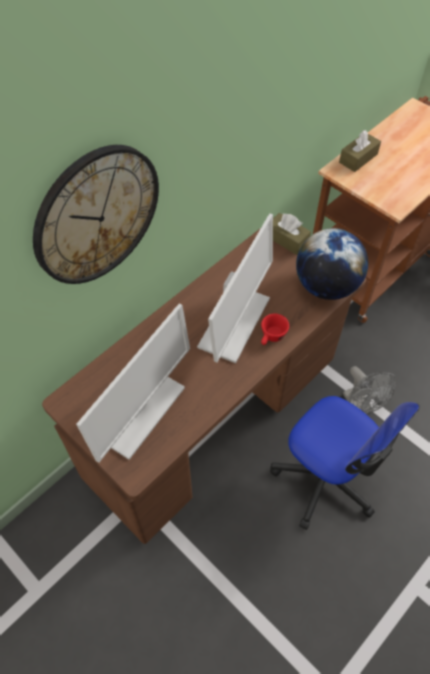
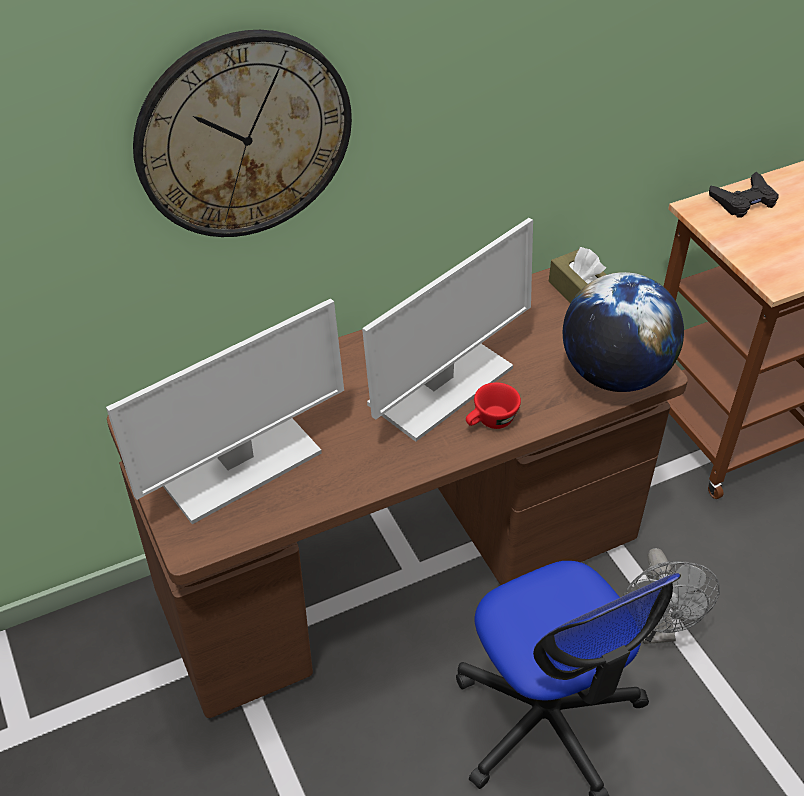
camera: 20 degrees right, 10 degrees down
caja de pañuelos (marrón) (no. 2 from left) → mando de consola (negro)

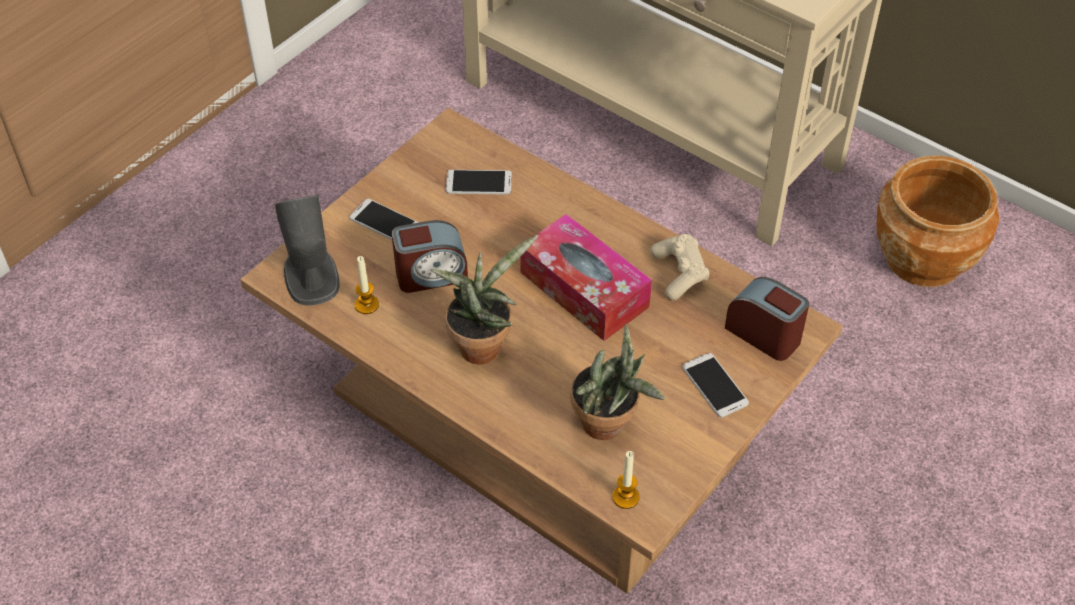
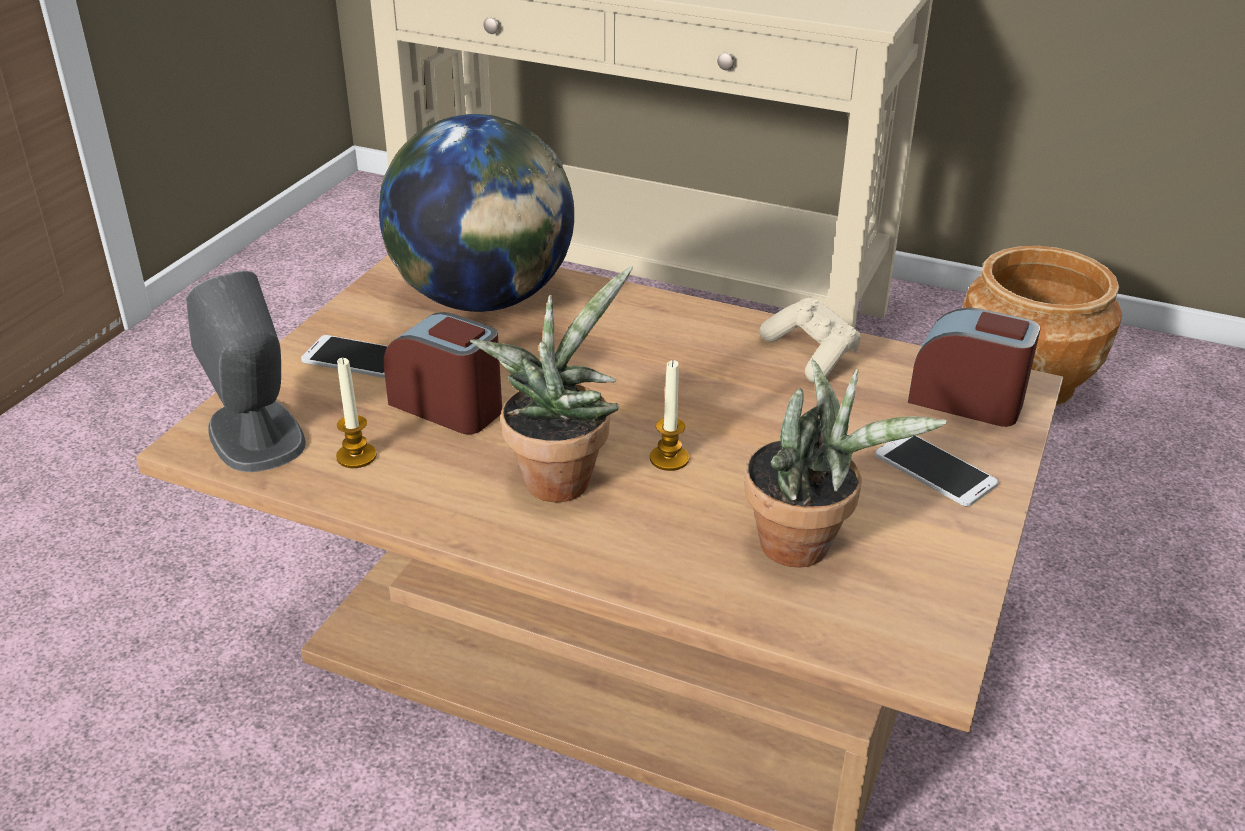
camera: 15 degrees left, 15 degrees down
móvil (no. 2 from left) → globo terráqueo
despertador (no. 1 from left), 120 degrees counterclockwise
vela (no. 2 from left), shifted
caja de pañuelos → -

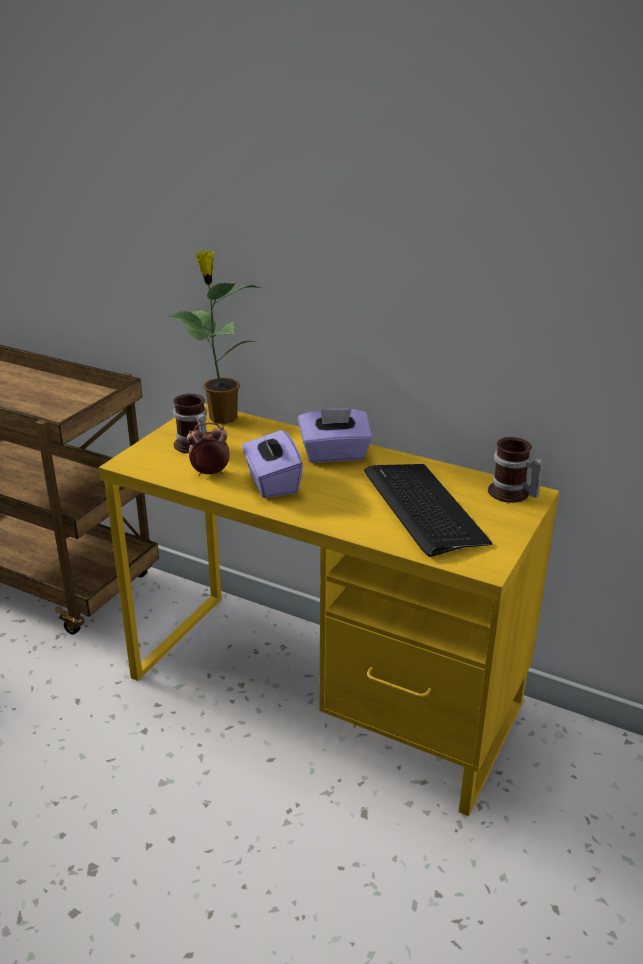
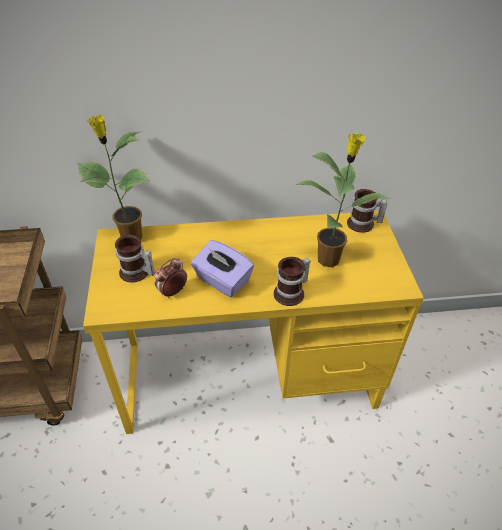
camera: 35 degrees left, 15 degrees up
- → taza grande (no. 2 from left)
teclado → planta en maceta (no. 2 from left)
caja de pañuelos (morado) (no. 2 from left) → -

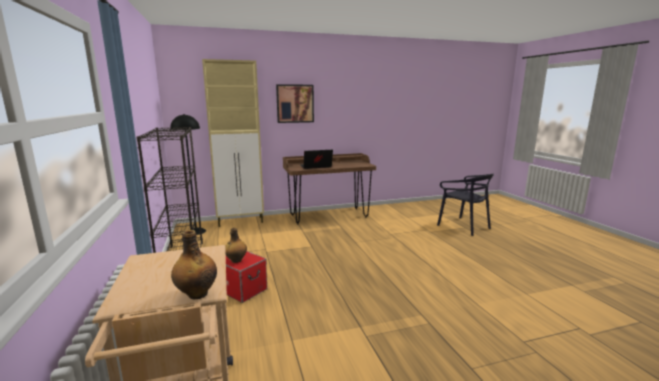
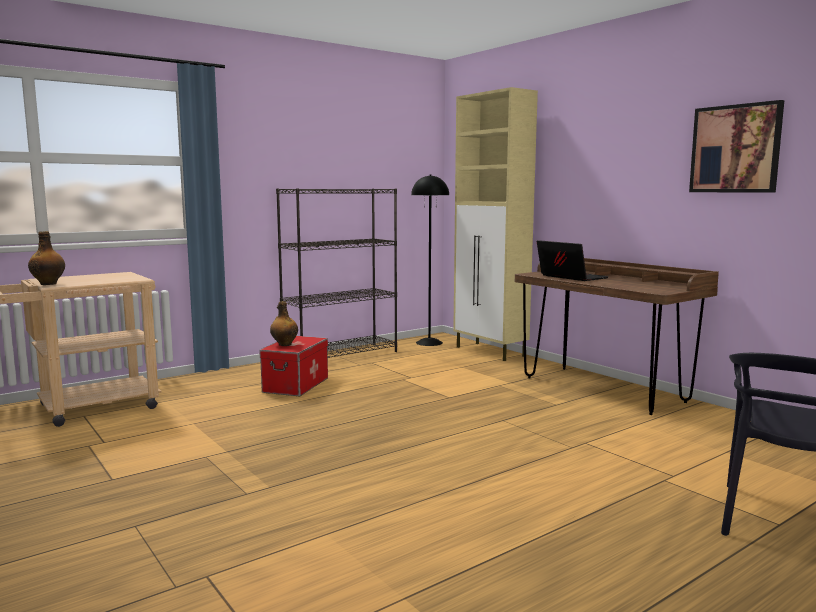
camera: 70 degrees right, 5 degrees down
cuadro, shifted

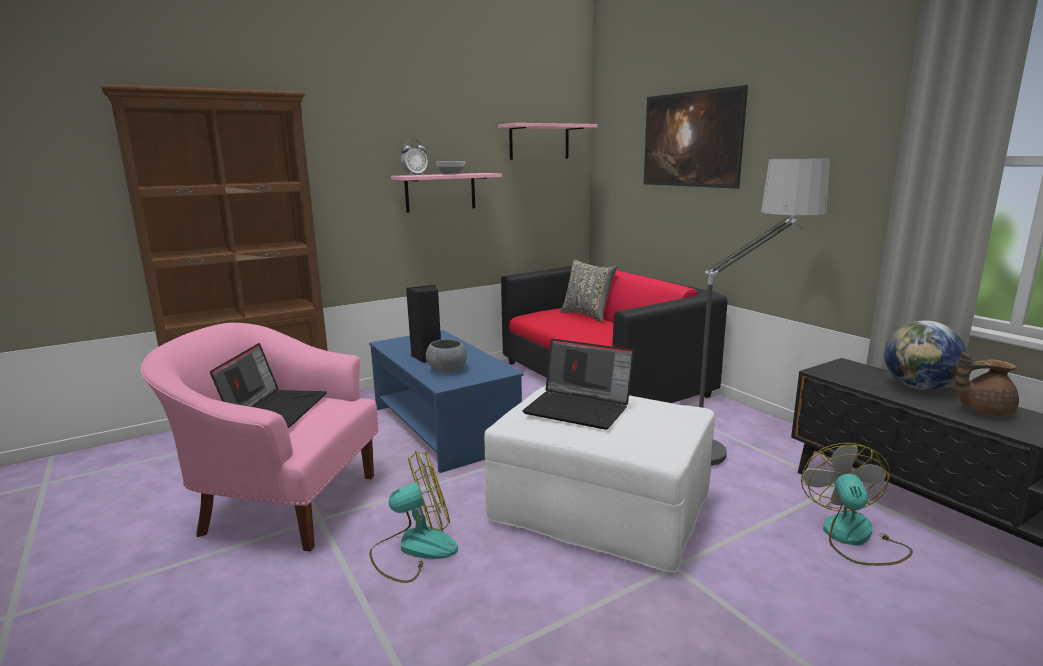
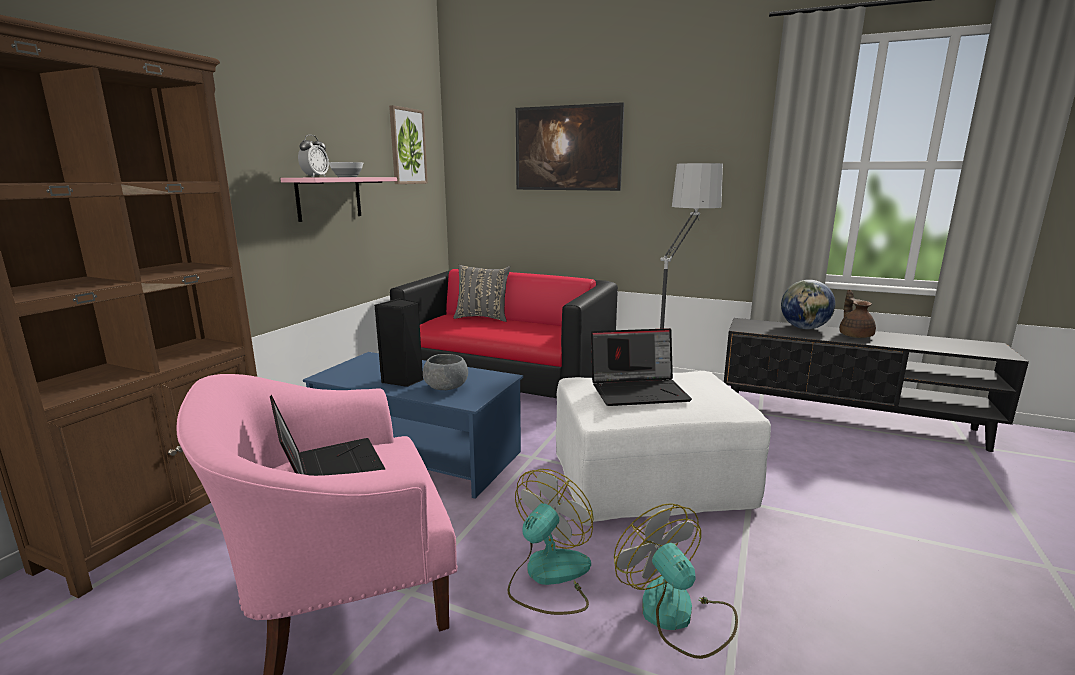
camera: 35 degrees left, 0 degrees up
estante (rosa) (no. 2 from left) → cuadro (no. 1 from left)
ventilador (no. 2 from left), shifted
tetera (marrón), 120 degrees clockwise

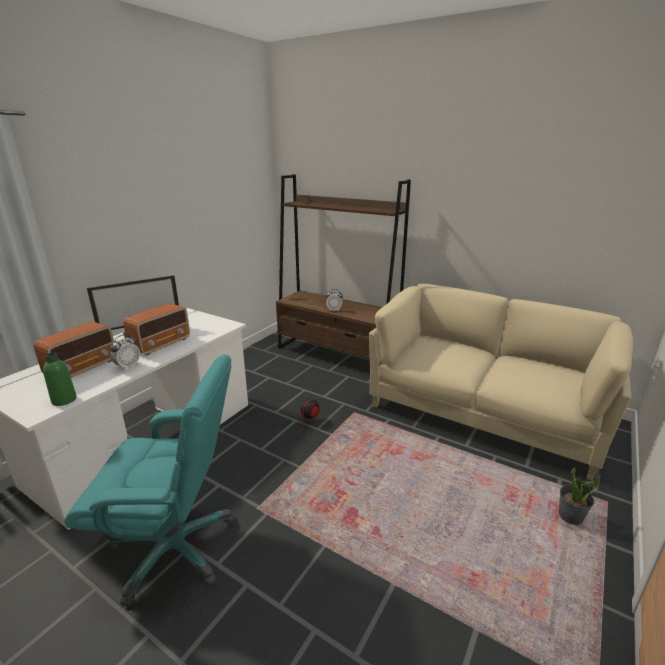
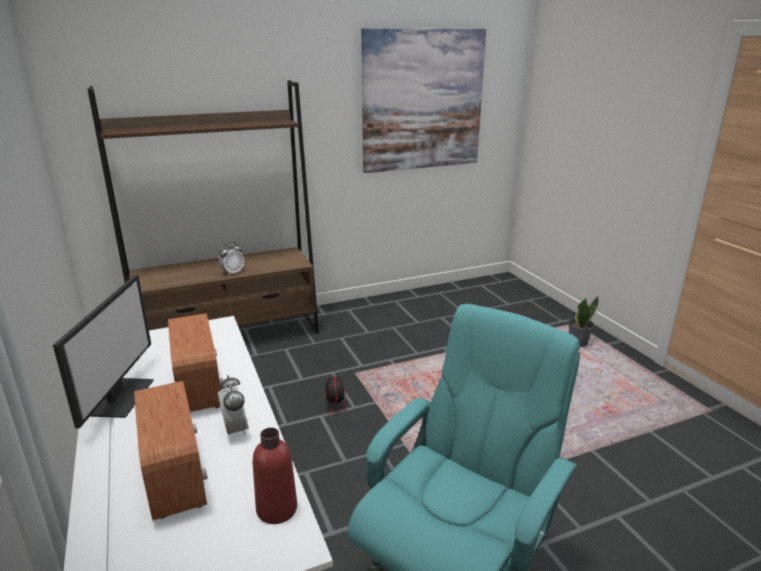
camera: 55 degrees left, 0 degrees up
botella (verde) → botella (rojo)
- → cuadro
sofá (beis) → -

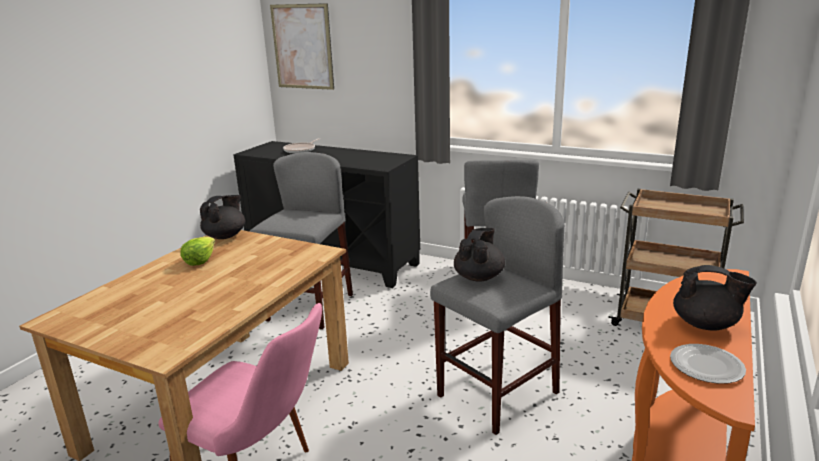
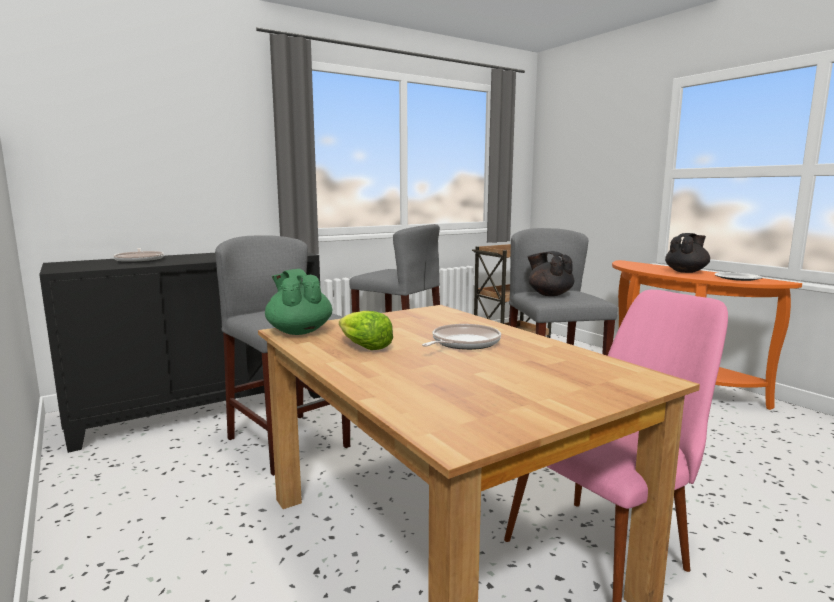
camera: 60 degrees left, 10 degrees down
tetera (negro) (no. 1 from left) → tetera (verde)
- → sartén (no. 2 from left)
cuadro → -

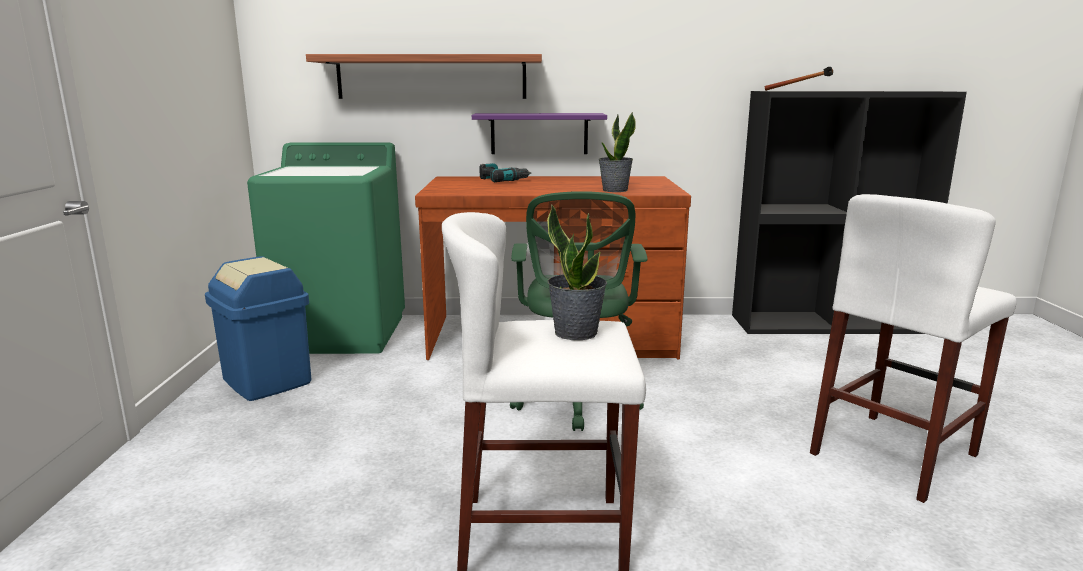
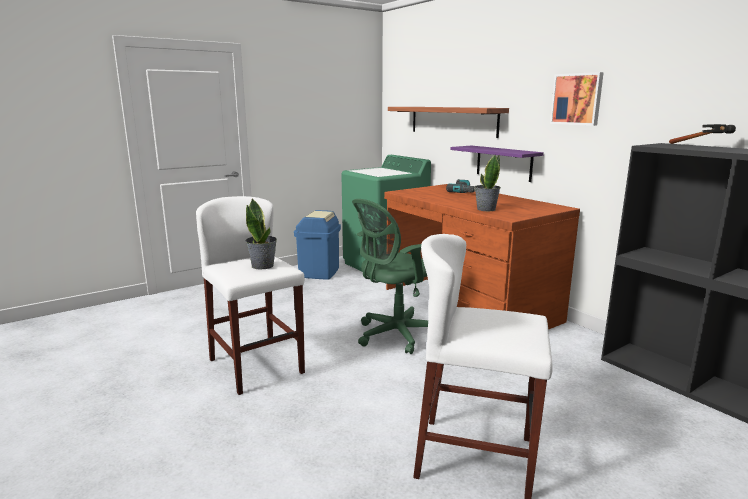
camera: 55 degrees right, 0 degrees up
- → cuadro

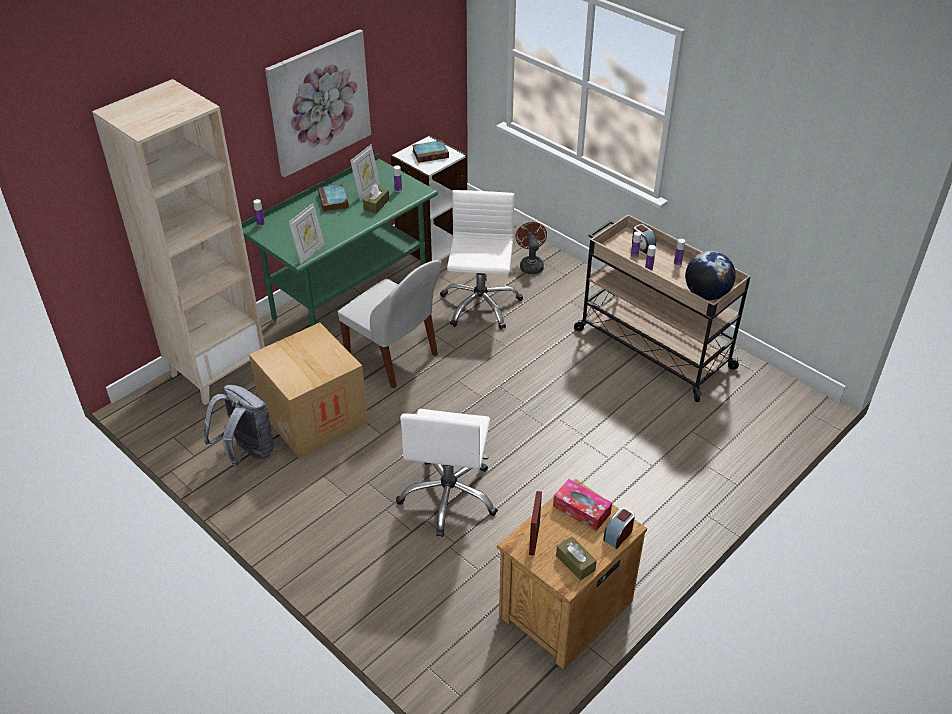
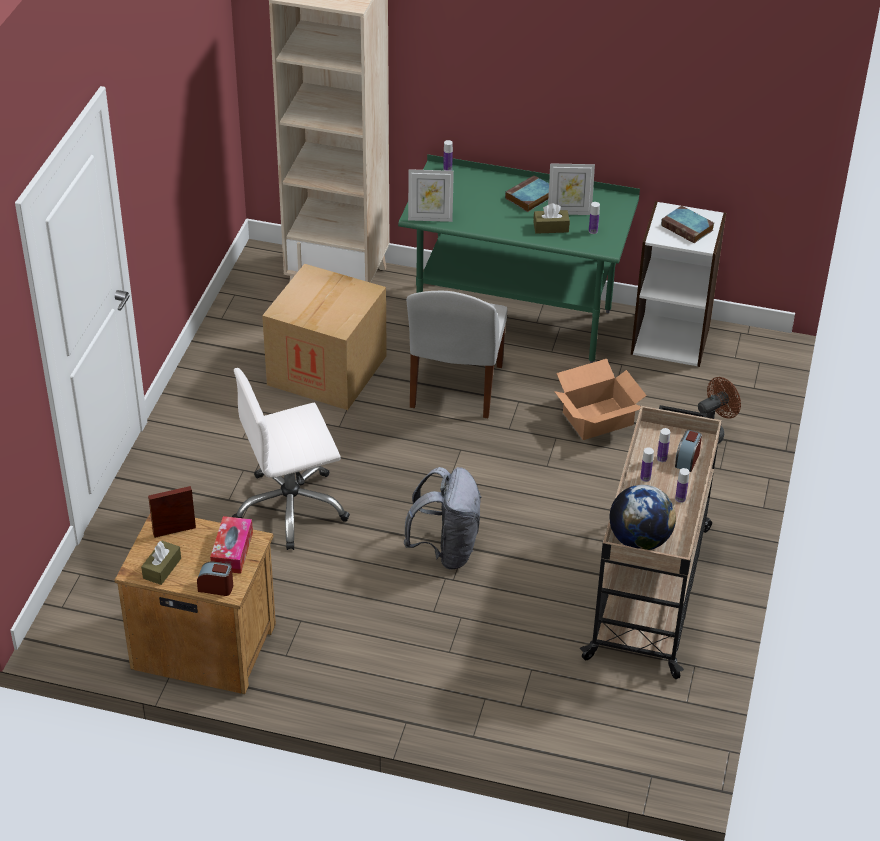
camera: 60 degrees right, 0 degrees up
mochila (gris), shifted
silla de oficina (blanco) (no. 2 from left) → caja de cartón (no. 2 from left)
cuadro → -

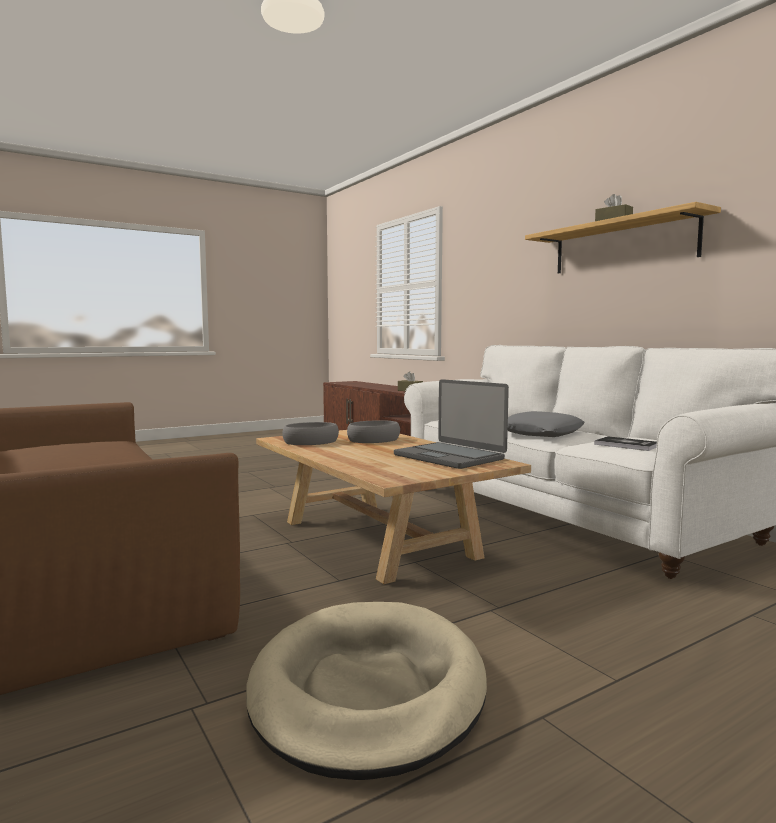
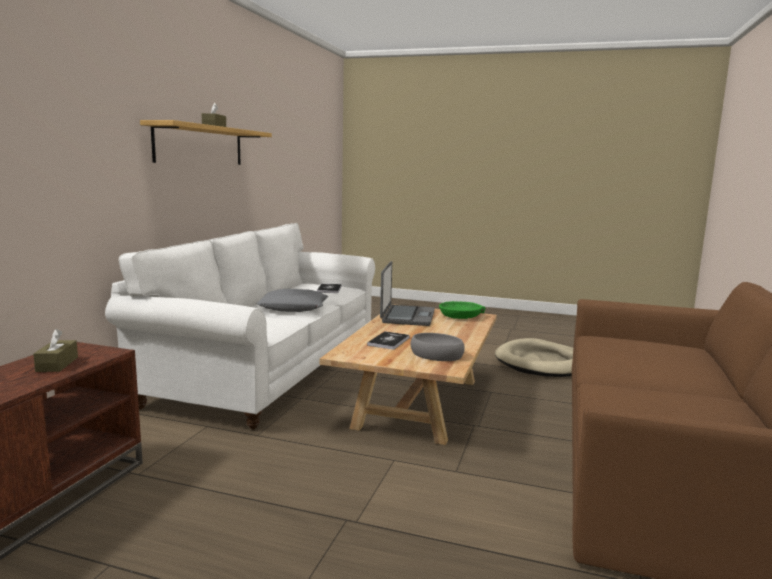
camera: 130 degrees left, 5 degrees up
cuenco (gris) (no. 2 from left) → libro (no. 2 from left)
- → cuenco (verde)

